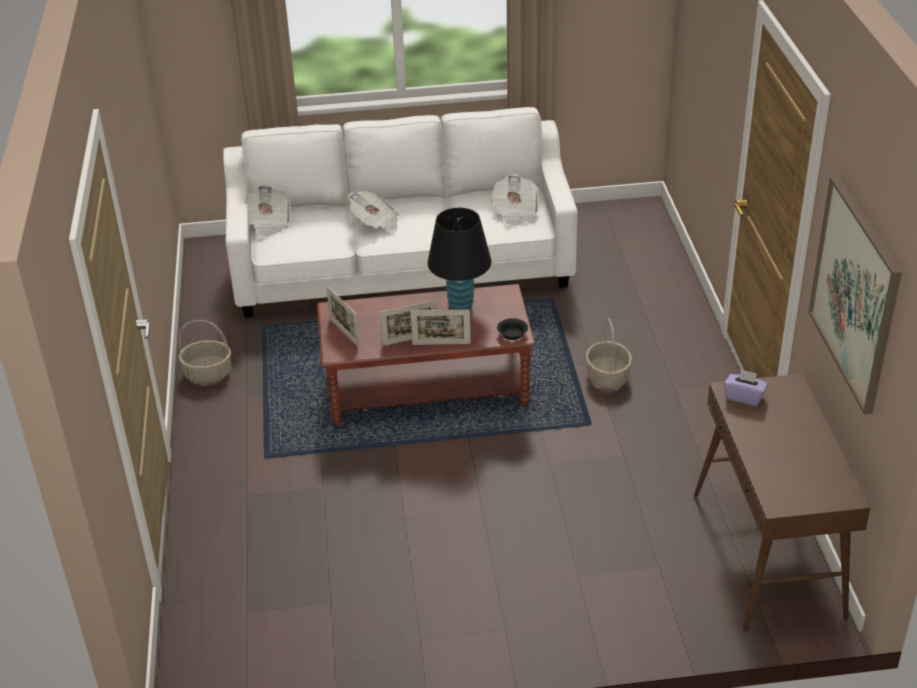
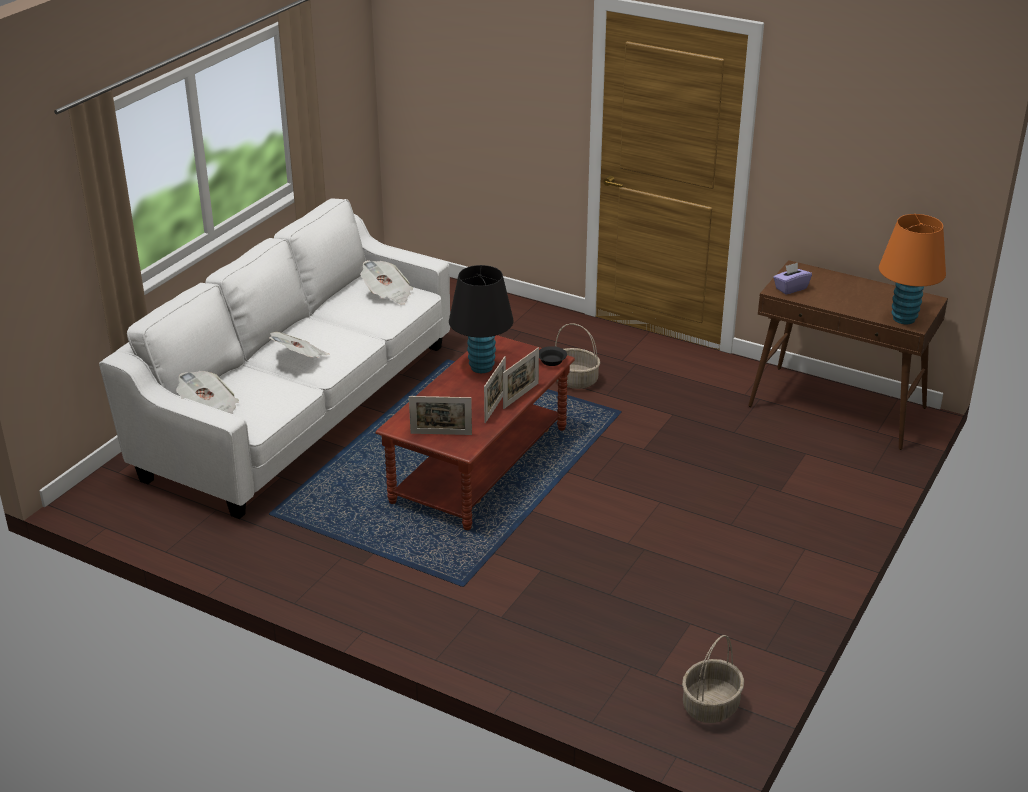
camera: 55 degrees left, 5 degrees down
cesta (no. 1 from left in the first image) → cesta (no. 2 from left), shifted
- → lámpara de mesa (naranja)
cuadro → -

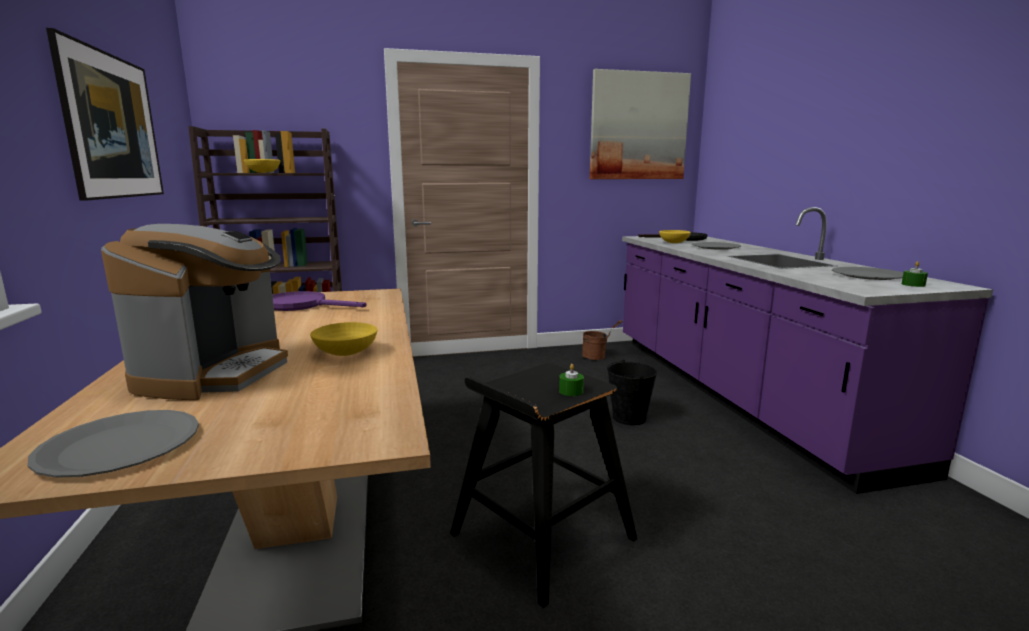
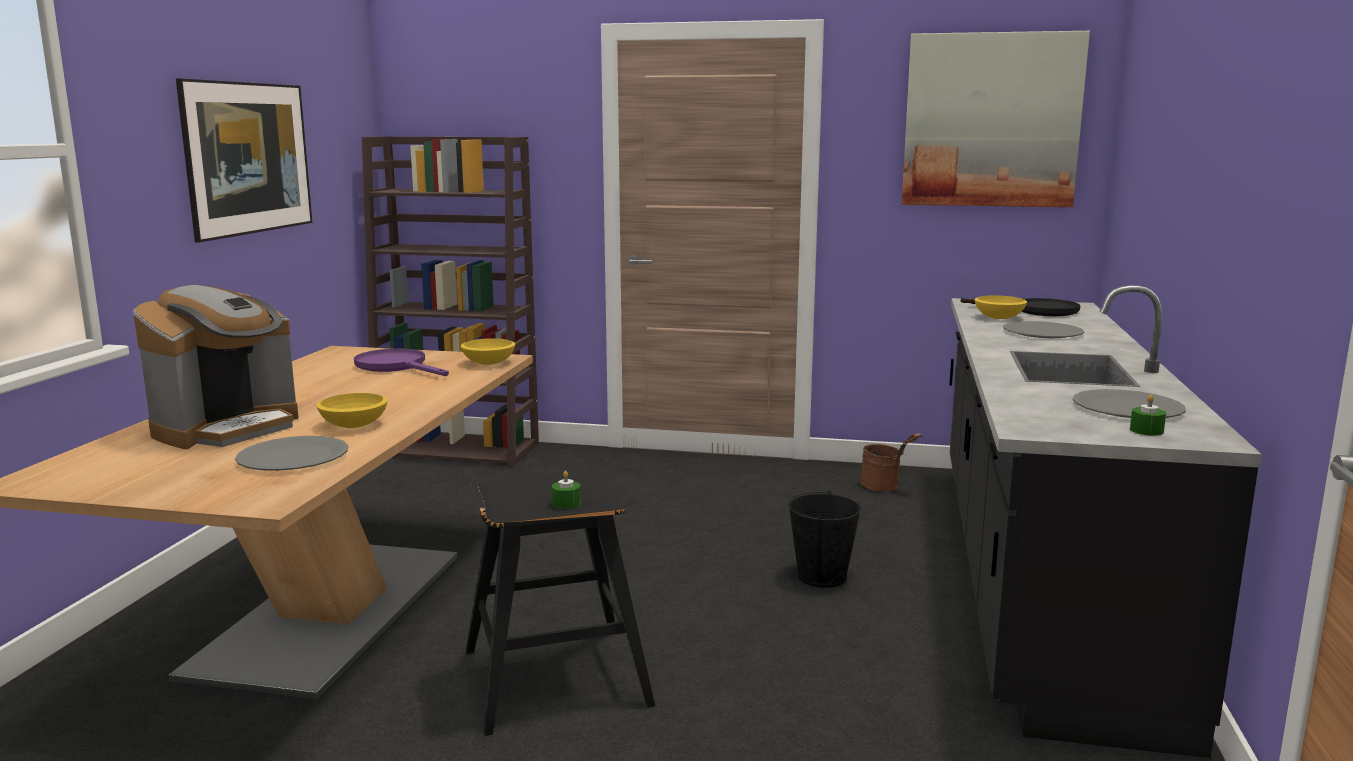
camera: 25 degrees right, 0 degrees up
plato (gris) (no. 1 from left), shifted
cuenco (amarillo) (no. 1 from left in the first image) → cuenco (amarillo) (no. 2 from left), shifted
mueble bajo de cocina (morado) → mueble bajo de cocina (negro)

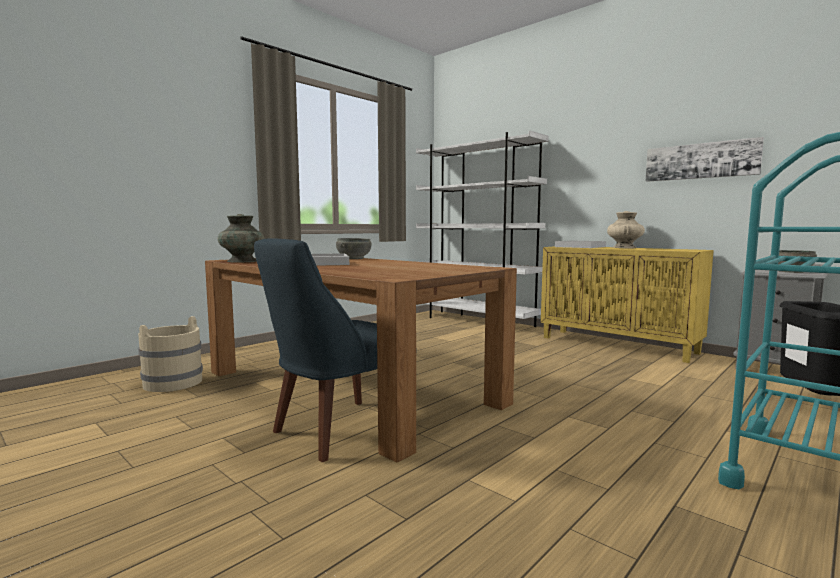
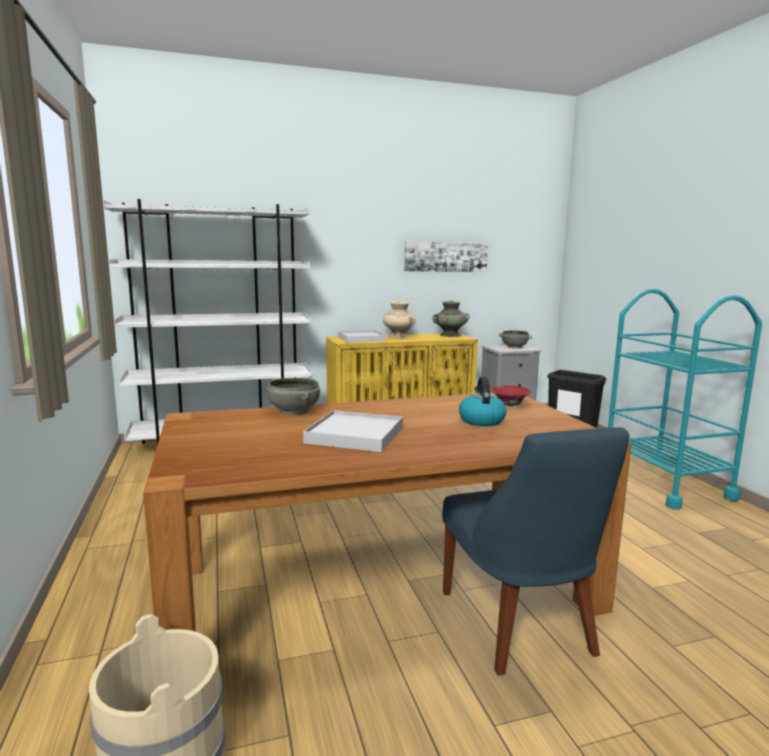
camera: 60 degrees left, 5 degrees up
florero (turquesa), shifted
- → hervidor
- → cuenco (rojo)

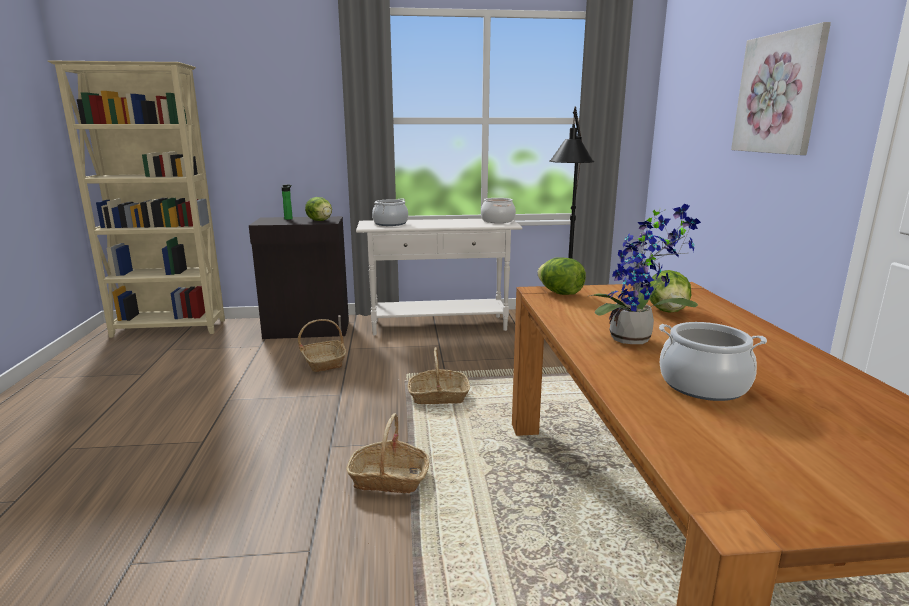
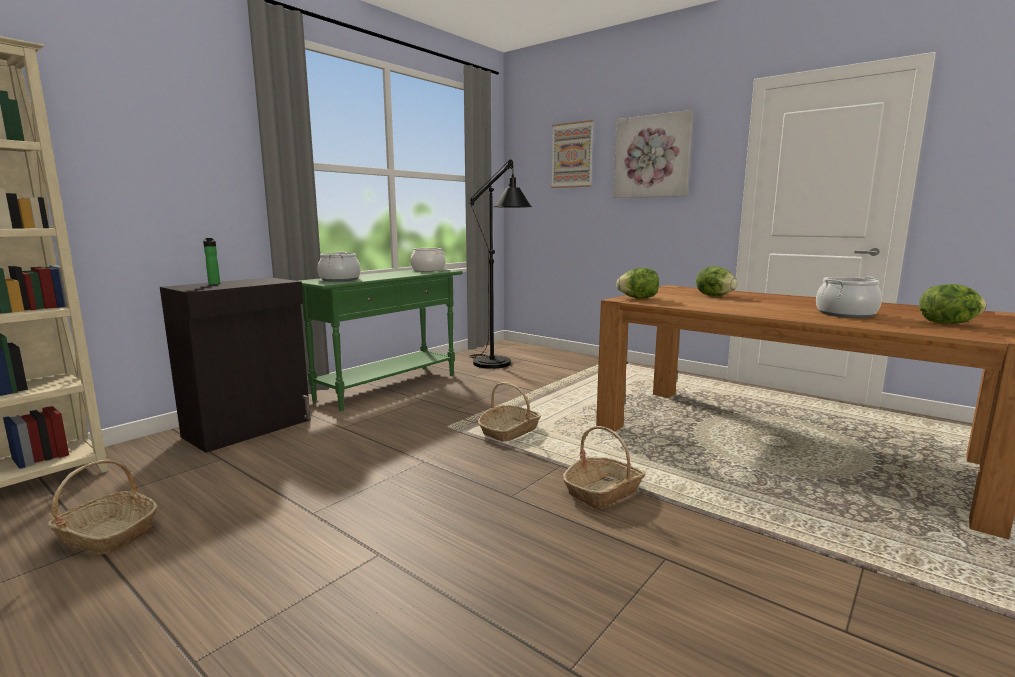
camera: 45 degrees left, 5 degrees down
cesta (no. 1 from left), shifted
mesa consola (blanco) → mesa consola (verde)
- → cuadro (no. 1 from left)
lechuga (no. 1 from left in the first image) → lechuga (no. 3 from left), shifted
planta en maceta → -

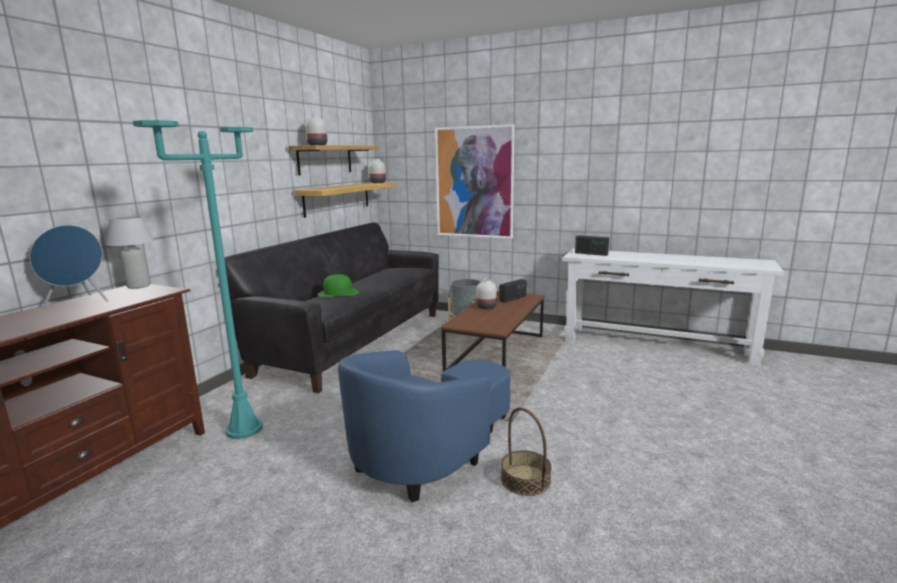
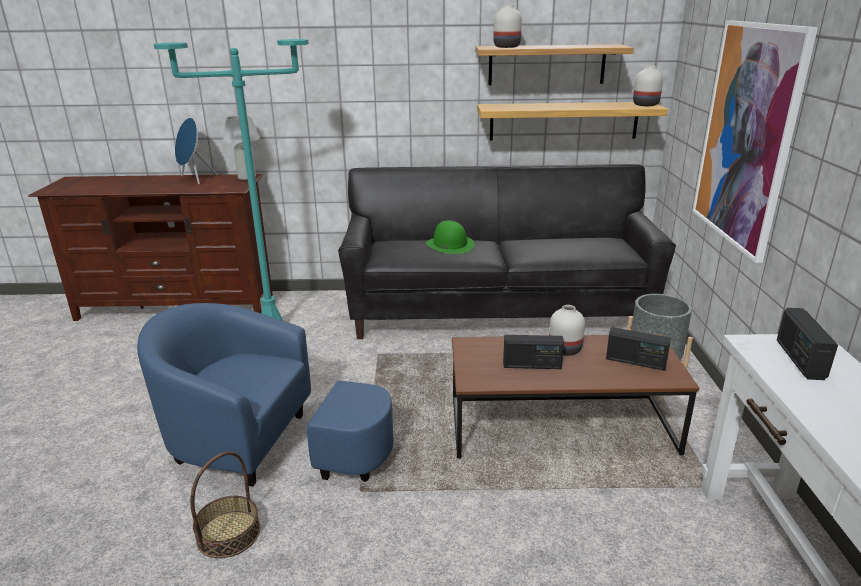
camera: 65 degrees right, 10 degrees up
- → radio (no. 1 from left)

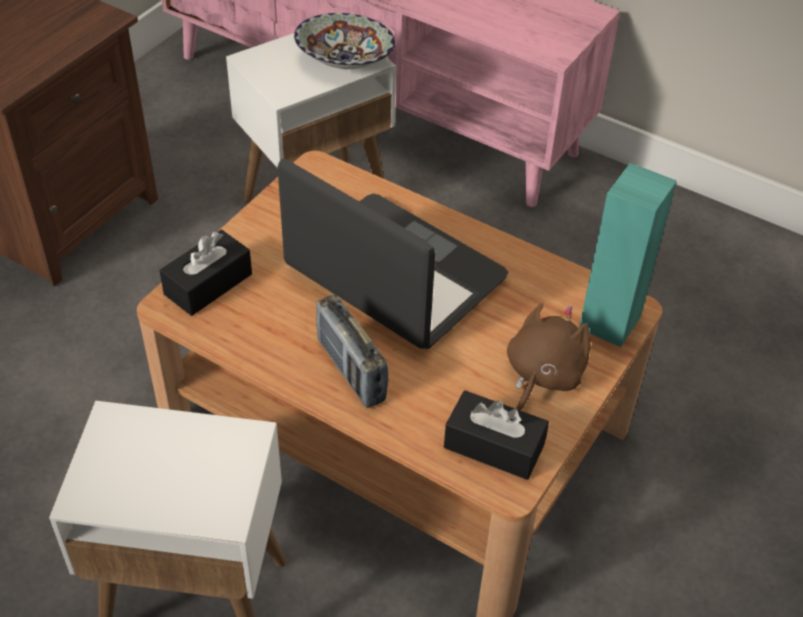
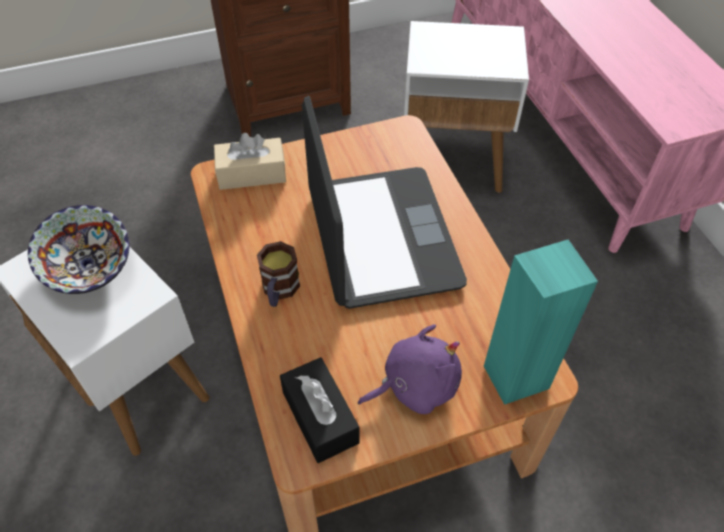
camera: 40 degrees right, 5 degrees up
cuenco, shifted
caja de pañuelos (negro) (no. 1 from left) → caja de pañuelos (beis)
radio → taza grande
peluche (marrón) → peluche (morado)

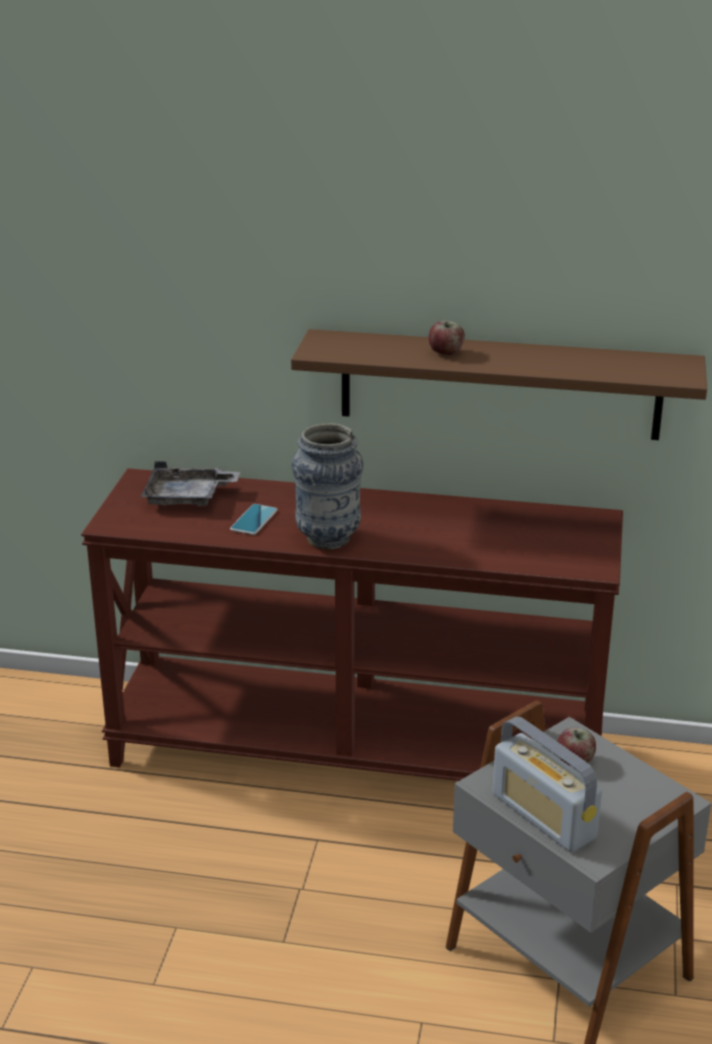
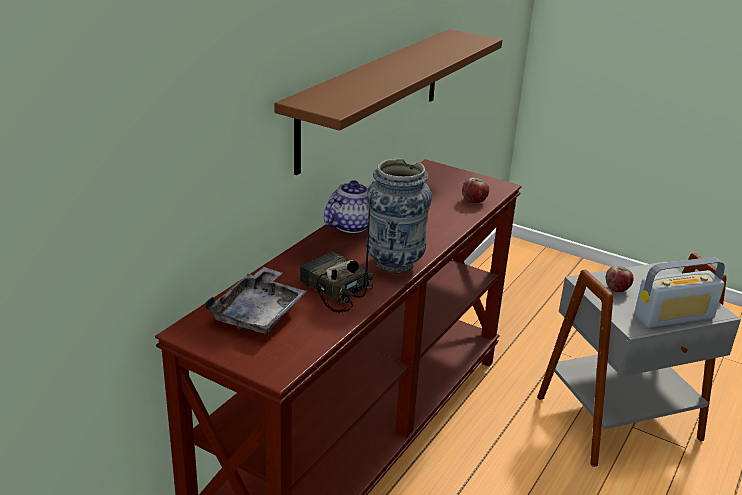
camera: 70 degrees left, 0 degrees up
móvil → radio (no. 1 from left)
- → tetera
manzana (no. 1 from left), shifted

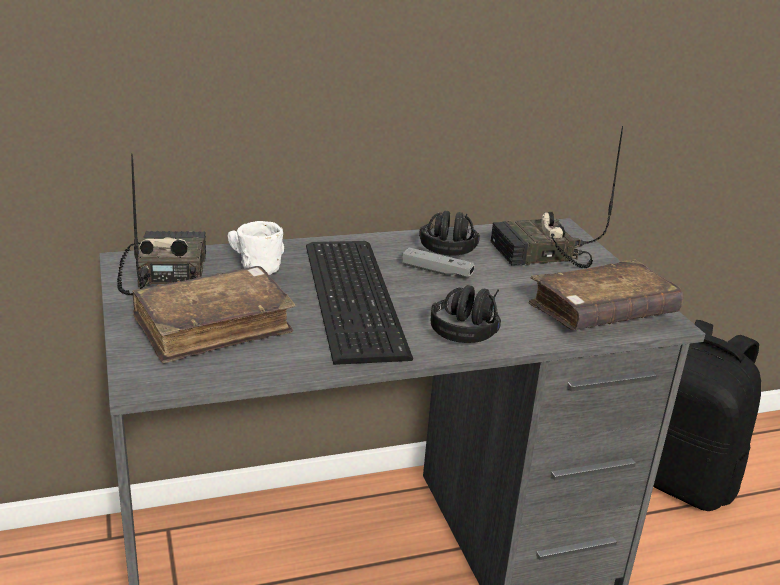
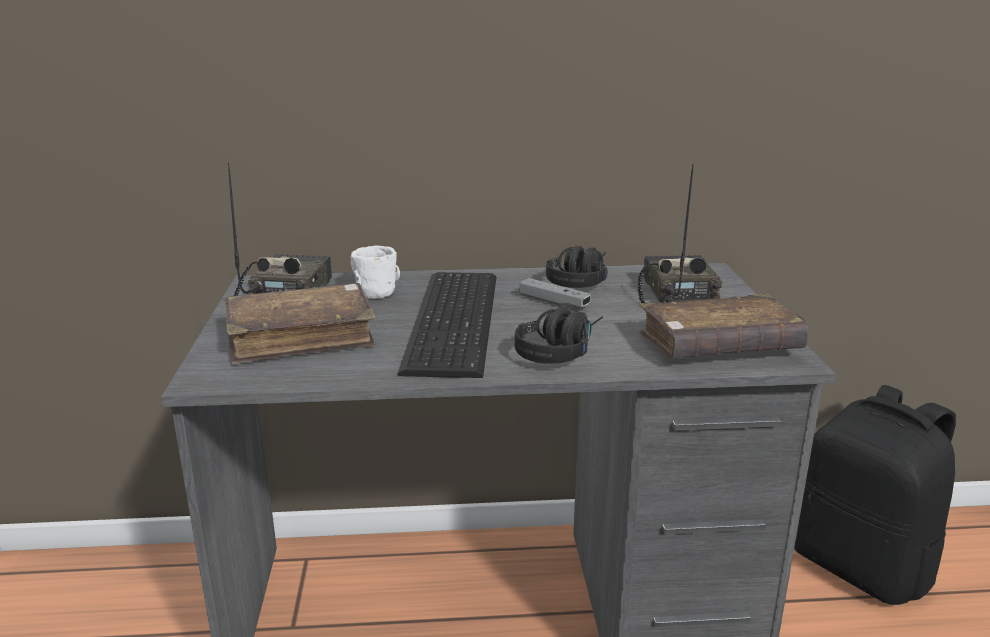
camera: 15 degrees right, 5 degrees down
radio (no. 2 from left), 90 degrees clockwise

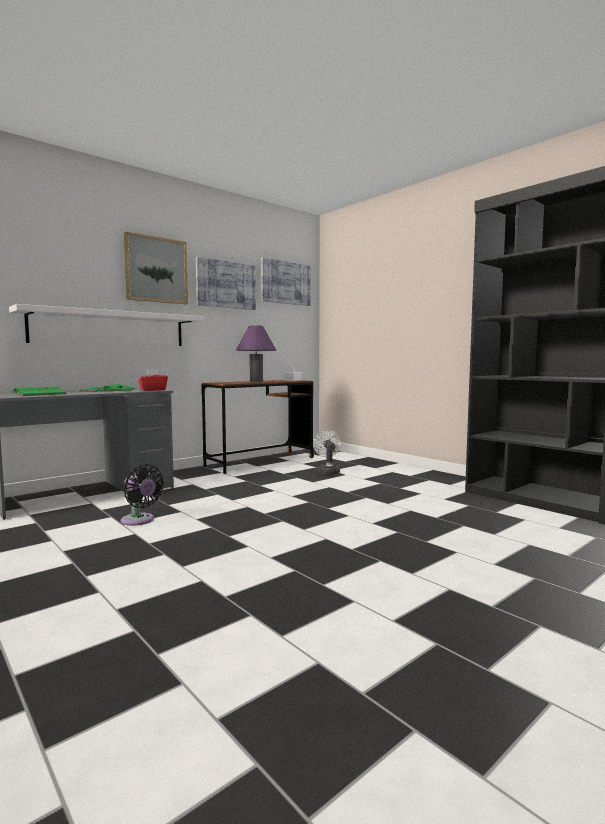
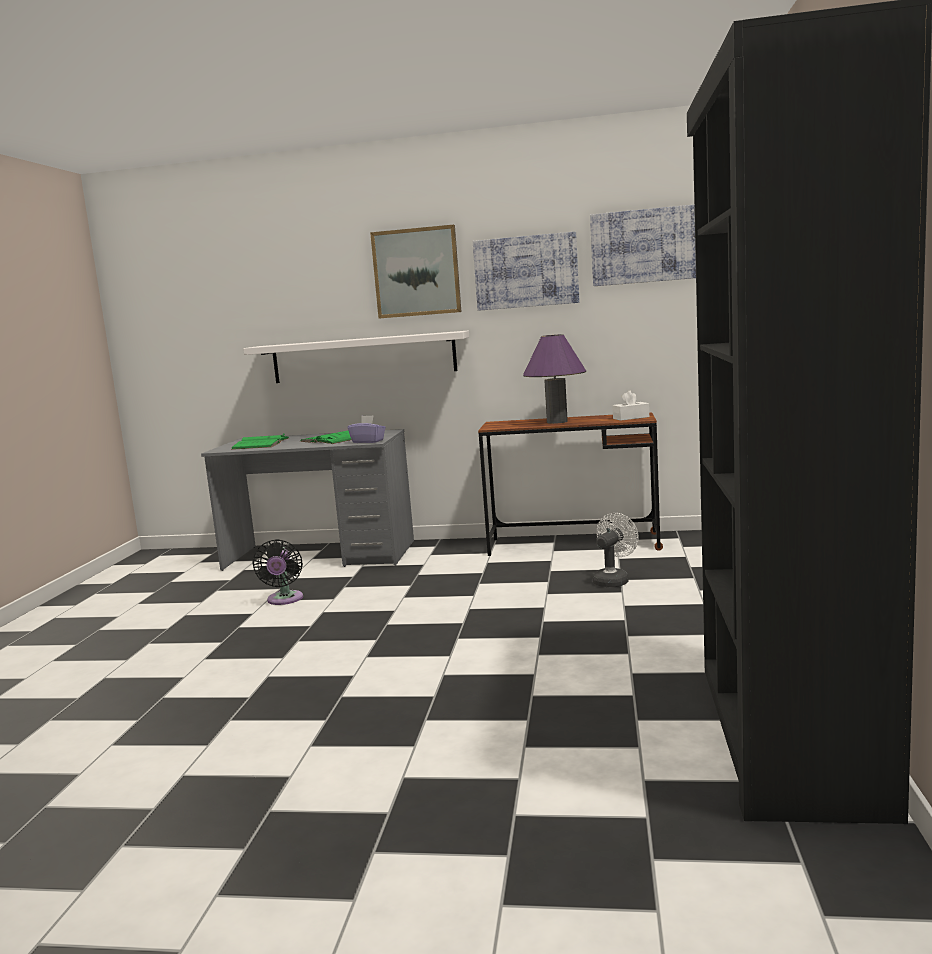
camera: 50 degrees right, 5 degrees up
caja de pañuelos (rojo) → caja de pañuelos (morado)

